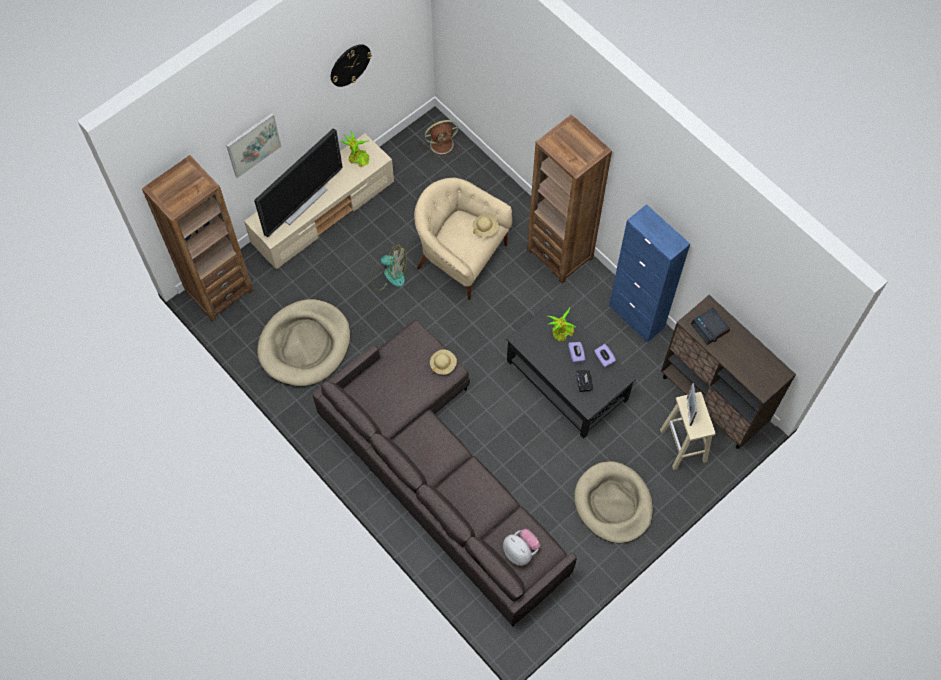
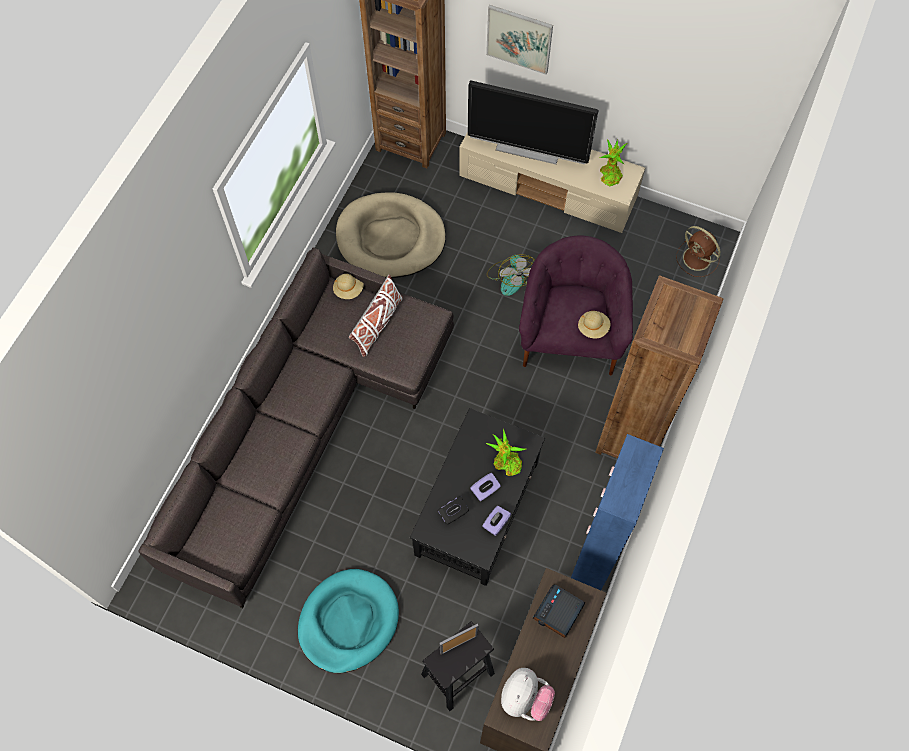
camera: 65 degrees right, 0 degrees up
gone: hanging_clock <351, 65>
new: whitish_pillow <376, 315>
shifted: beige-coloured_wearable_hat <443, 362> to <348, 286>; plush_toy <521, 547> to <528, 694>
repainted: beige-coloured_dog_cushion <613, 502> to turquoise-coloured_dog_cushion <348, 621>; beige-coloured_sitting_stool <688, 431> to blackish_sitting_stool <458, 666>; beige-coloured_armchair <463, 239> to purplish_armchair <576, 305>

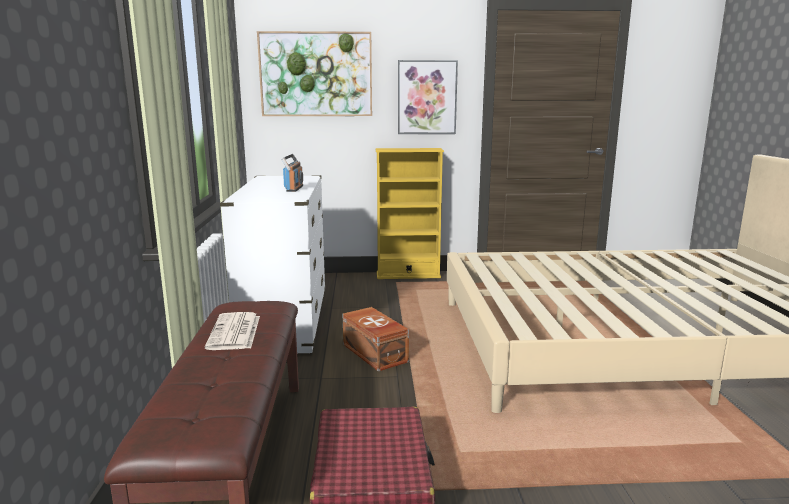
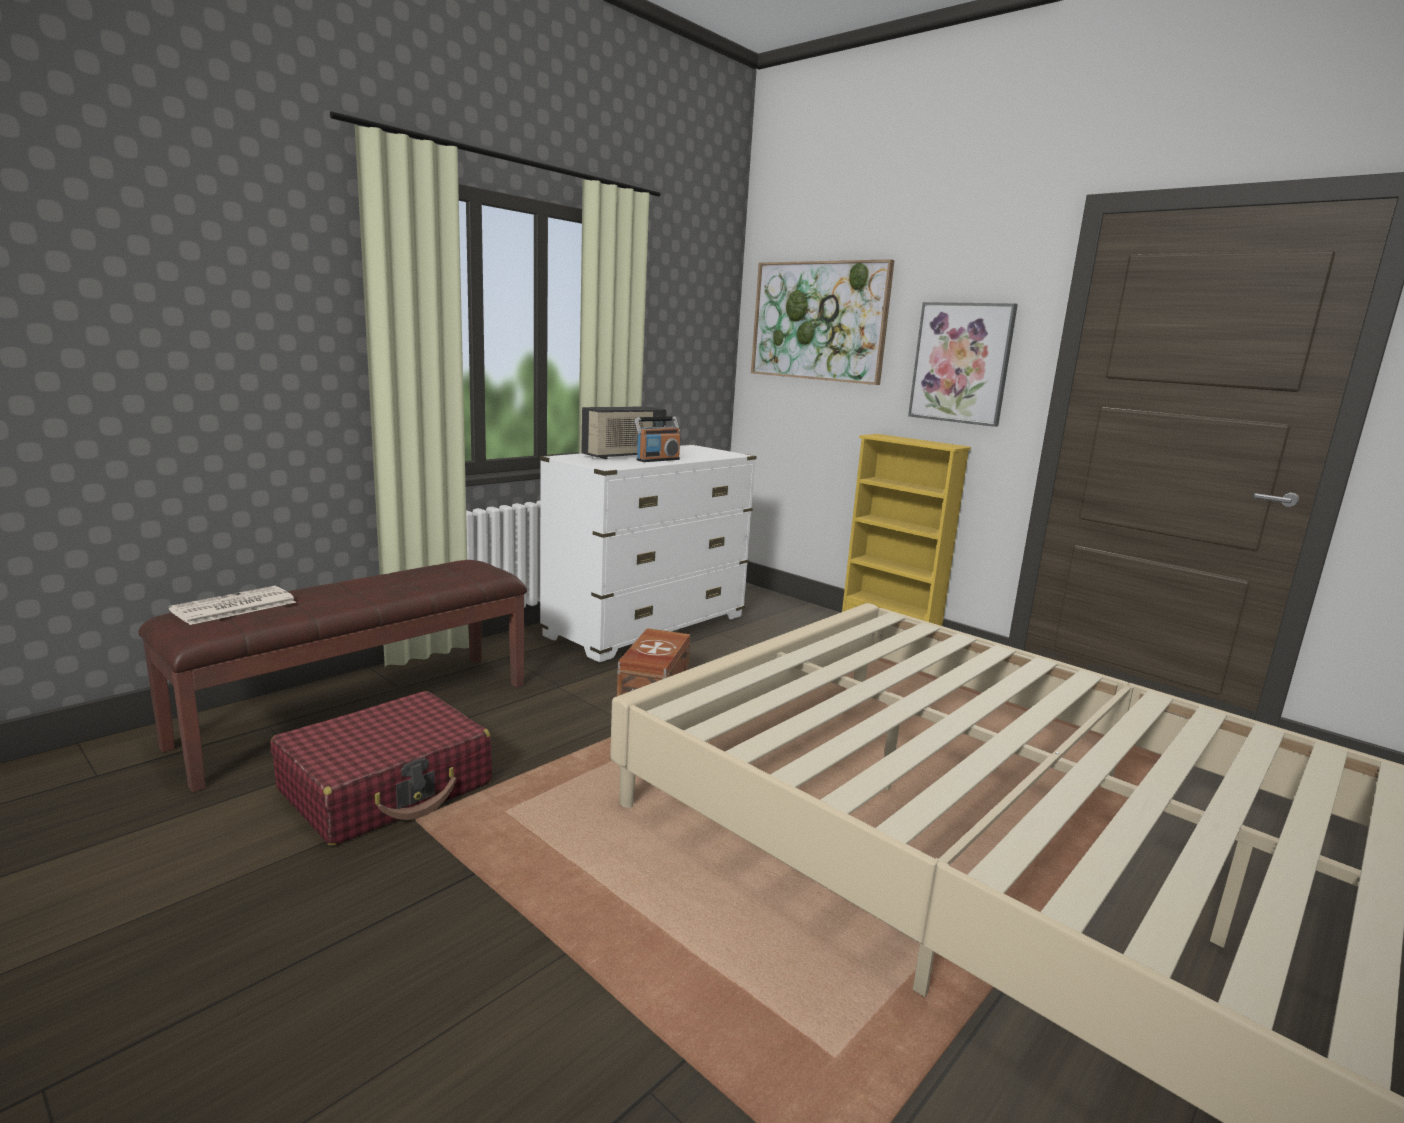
camera: 45 degrees right, 0 degrees up
new: radio <624, 432>
shifted: newspaper <232, 331> to <232, 605>

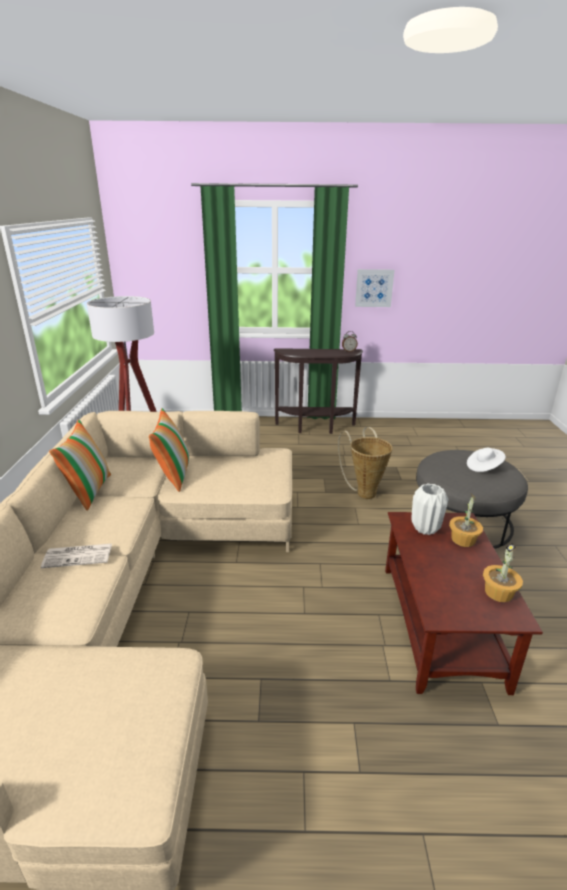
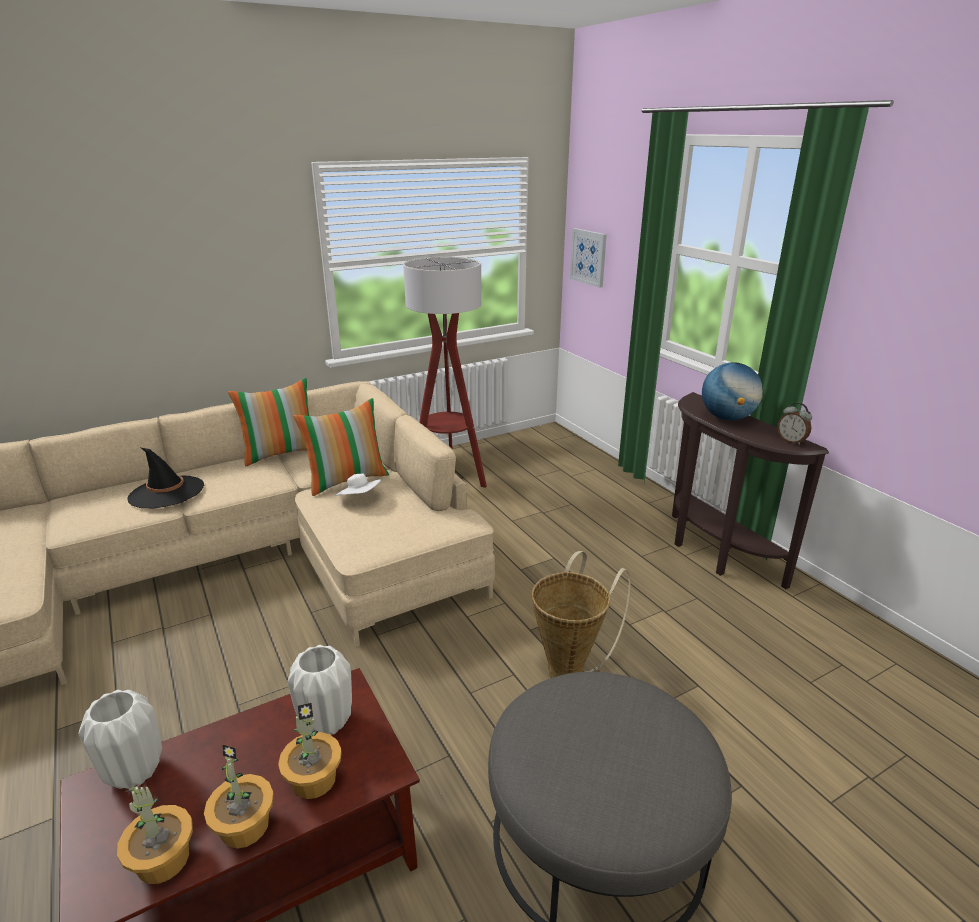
camera: 60 degrees right, 0 degrees up
new: whitish_vase <120, 739>; potted_plant <239, 796>; desk_globe <732, 391>
shifted: whitish_wearable_hat <486, 460> to <358, 485>; wall_art <374, 288> to <588, 258>
swapped: newspaper <76, 556> to blackish_wearable_hat <166, 477>

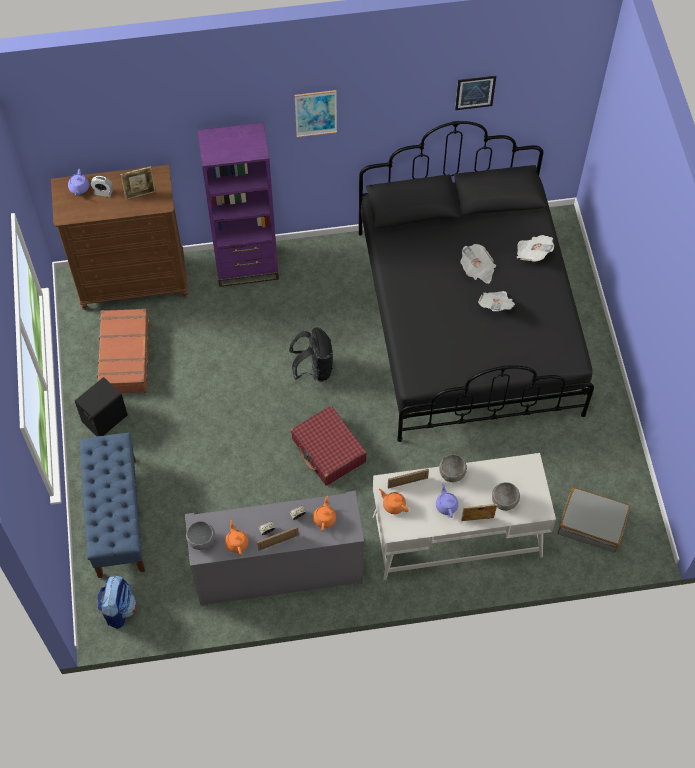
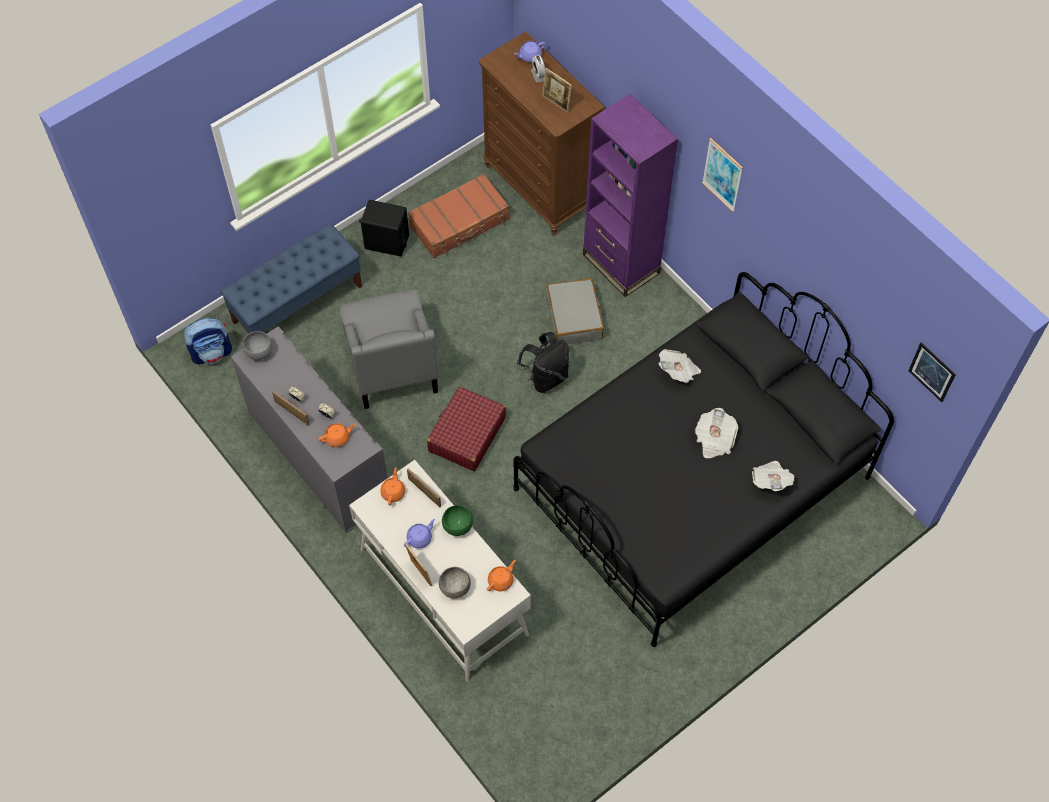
camera: 60 degrees right, 0 degrees up
new: grey_armchair <389, 349>
shifted: orangey_pot_for_tea <236, 538> to <501, 575>; grey_suitcase <594, 520> to <575, 311>; newspaper <496, 301> to <680, 366>; wall_art <475, 93> to <932, 372>
repainted: grey_serving_bowl <453, 468> to green-coloured_serving_bowl <457, 520>

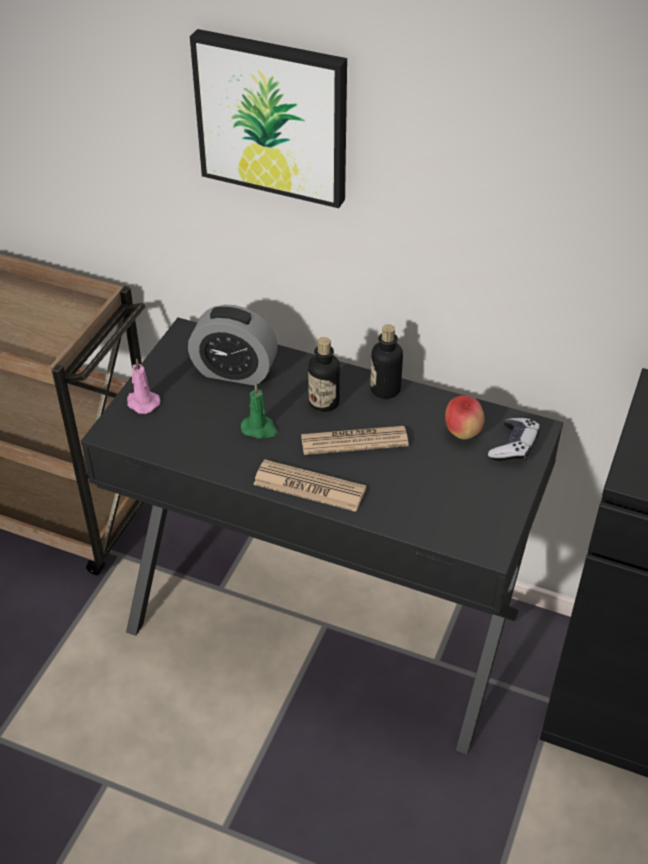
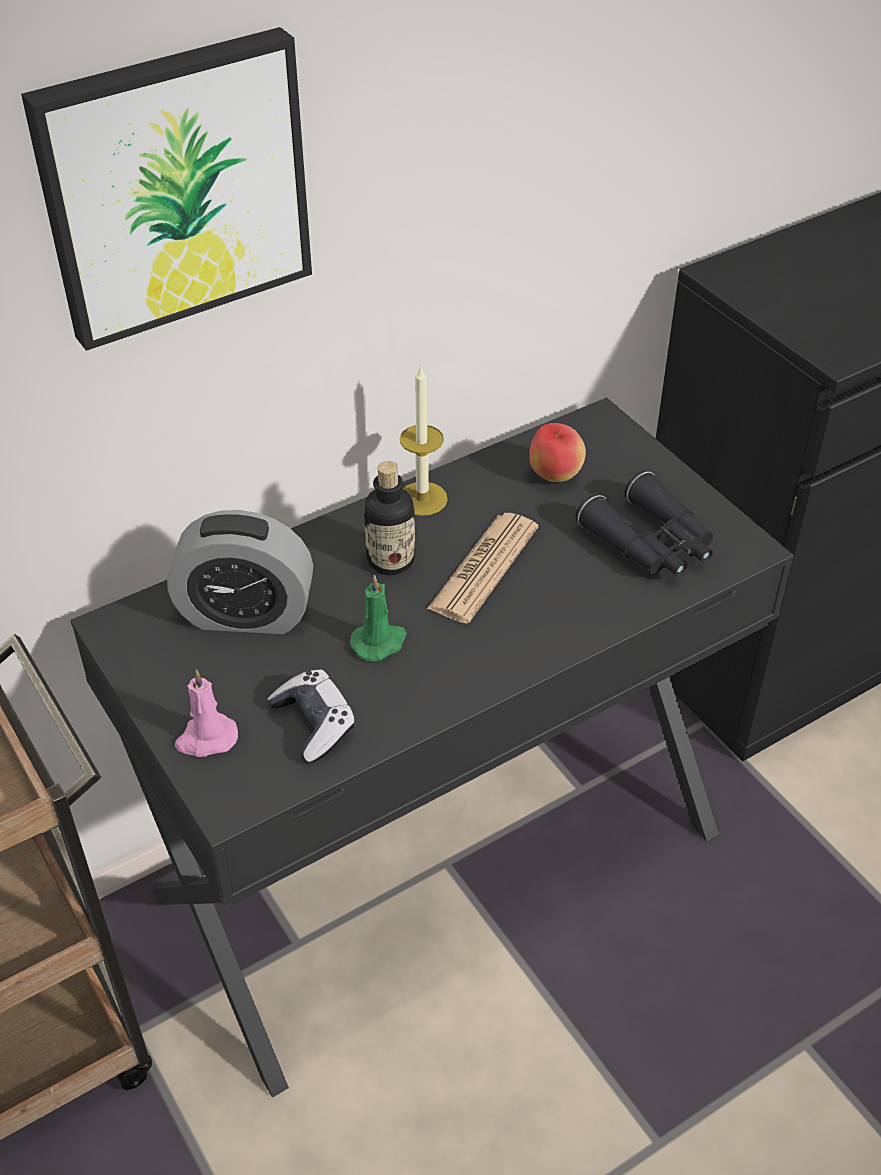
camera: 55 degrees left, 0 degrees up
gone: newspaper <309, 486>
new: blackish_pair_of_binoculars <644, 523>
shifted: gamepad <514, 439> to <312, 716>
swapped: beverage_bottle <386, 361> to wax_light <424, 441>
rotated: bedside_clock <233, 345> = <240, 572> 45 degrees clockwise

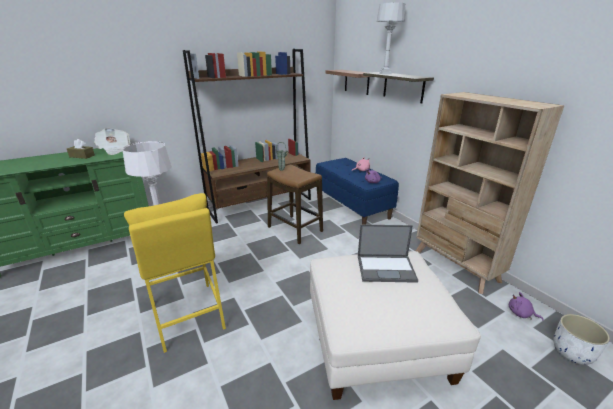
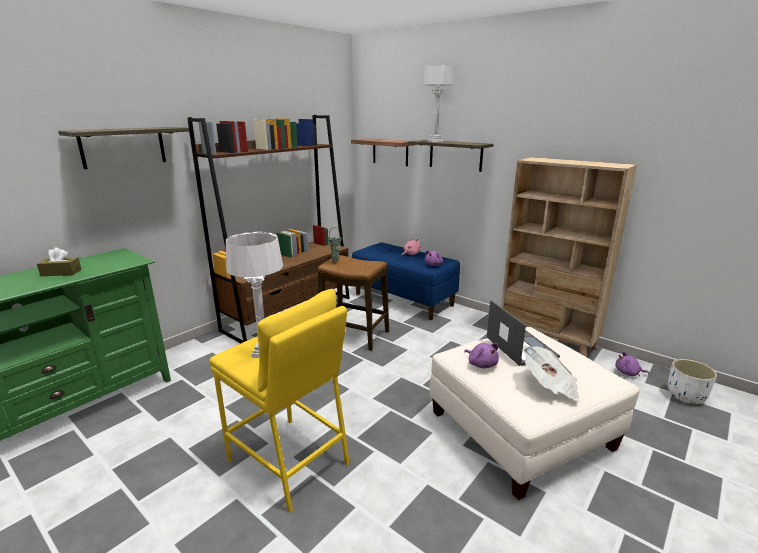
camera: 20 degrees left, 5 degrees down
new: wall_shelf <123, 148>; purplish_plush_toy <481, 355>
shifted: newspaper <112, 141> to <551, 374>
rotated: portable_computer <388, 254> = <523, 333> 90 degrees counterclockwise

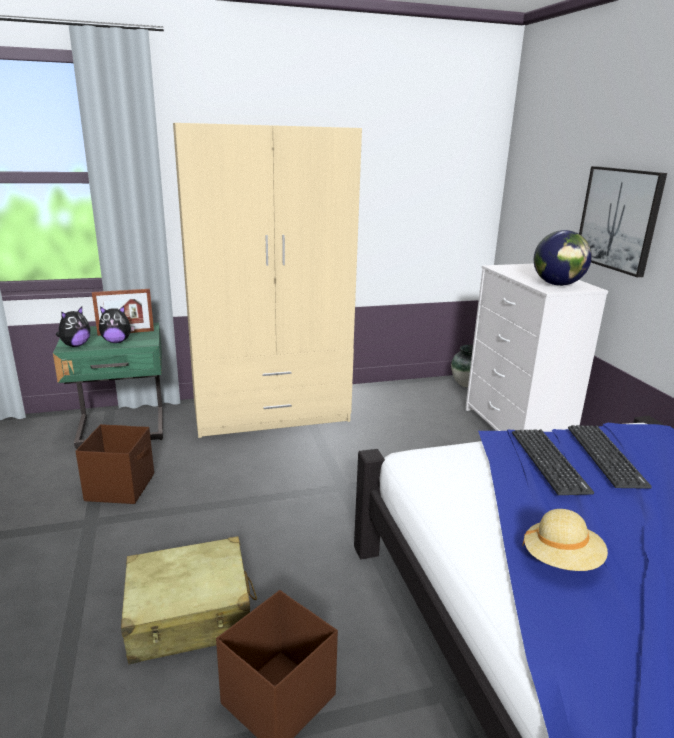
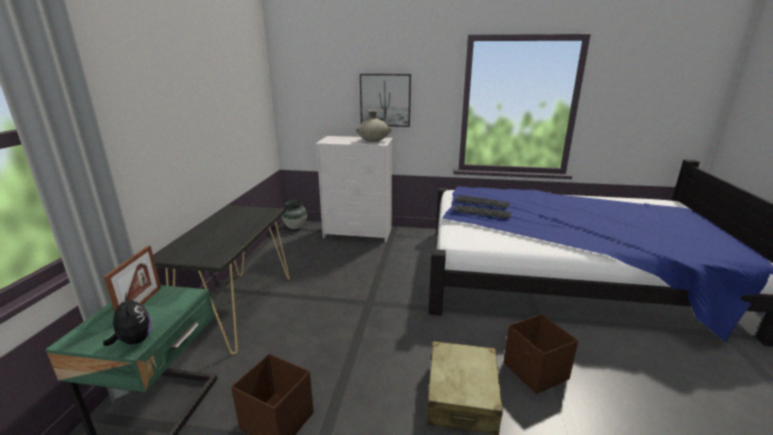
camera: 65 degrees left, 0 degrees up
gone: plush_toy <117, 324>; beige-coloured_wearable_hat <565, 540>
swapped: beige-coloured_clothes_cupboard <267, 280> to blackish_console_table <221, 280>; desk_globe <563, 258> to beige-coloured_vase <374, 126>

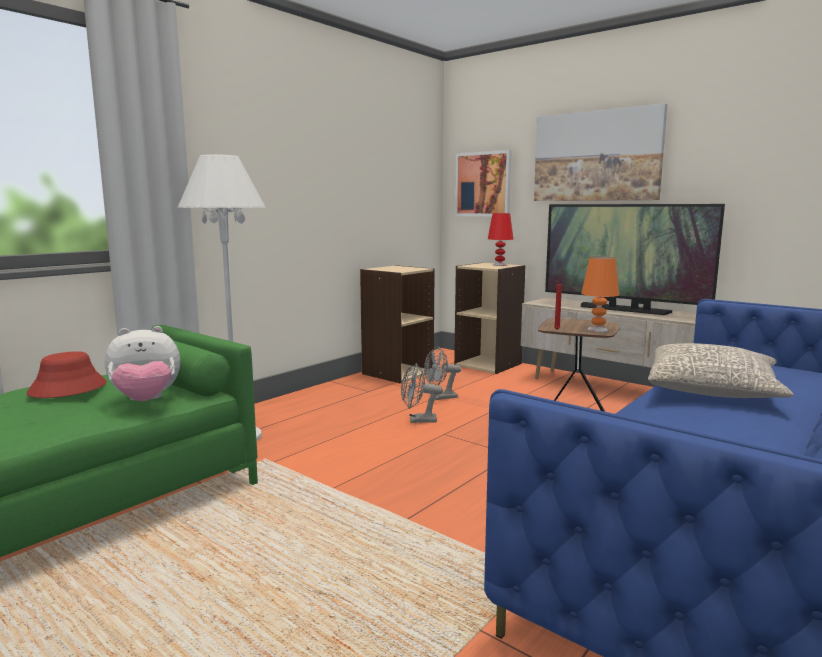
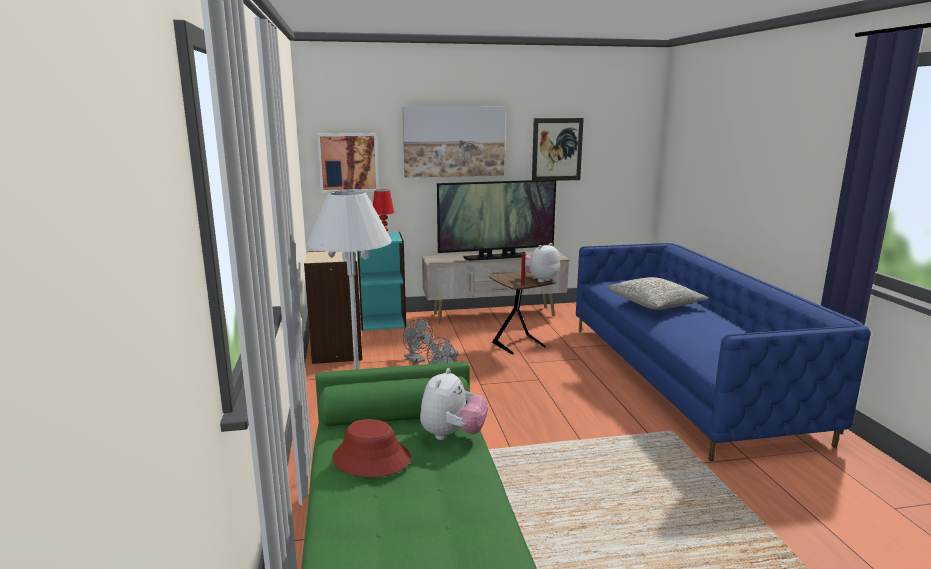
camera: 50 degrees left, 5 degrees up
new: wall_art <558, 149>
swapped: orangey_tabletop_lamp <600, 294> to plush_toy <540, 262>
repainted: beige-coloured_bookcase <490, 318> to turquoise-coloured_bookcase <381, 281>
rotated: grey_cooling_fan <442, 373> = <418, 341> 60 degrees counterclockwise

